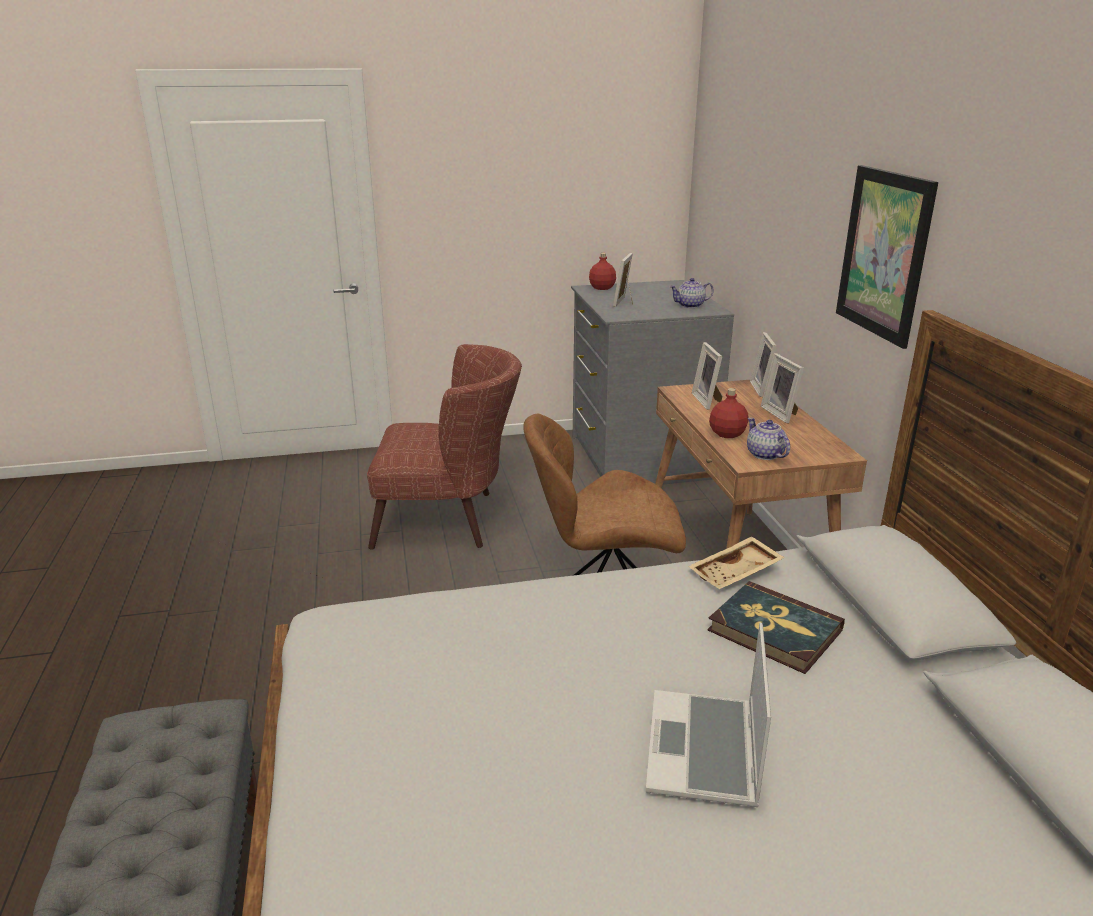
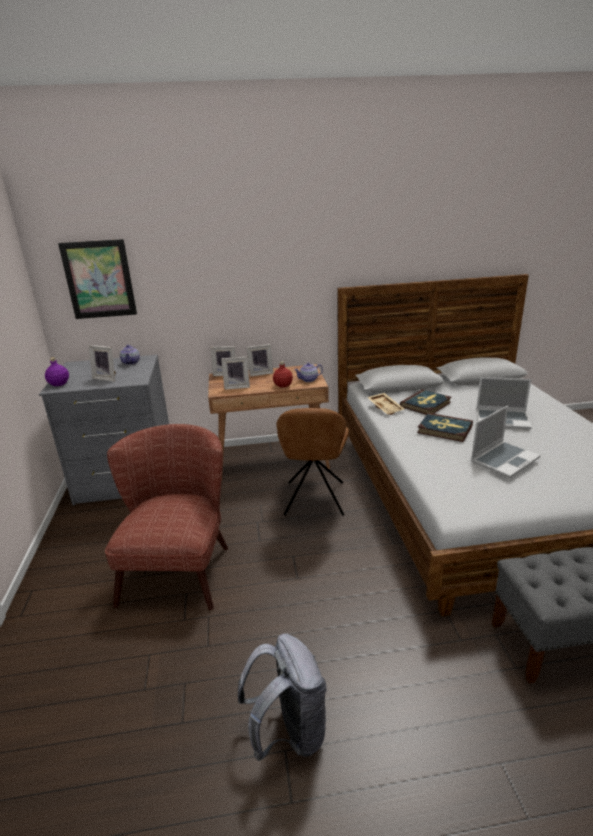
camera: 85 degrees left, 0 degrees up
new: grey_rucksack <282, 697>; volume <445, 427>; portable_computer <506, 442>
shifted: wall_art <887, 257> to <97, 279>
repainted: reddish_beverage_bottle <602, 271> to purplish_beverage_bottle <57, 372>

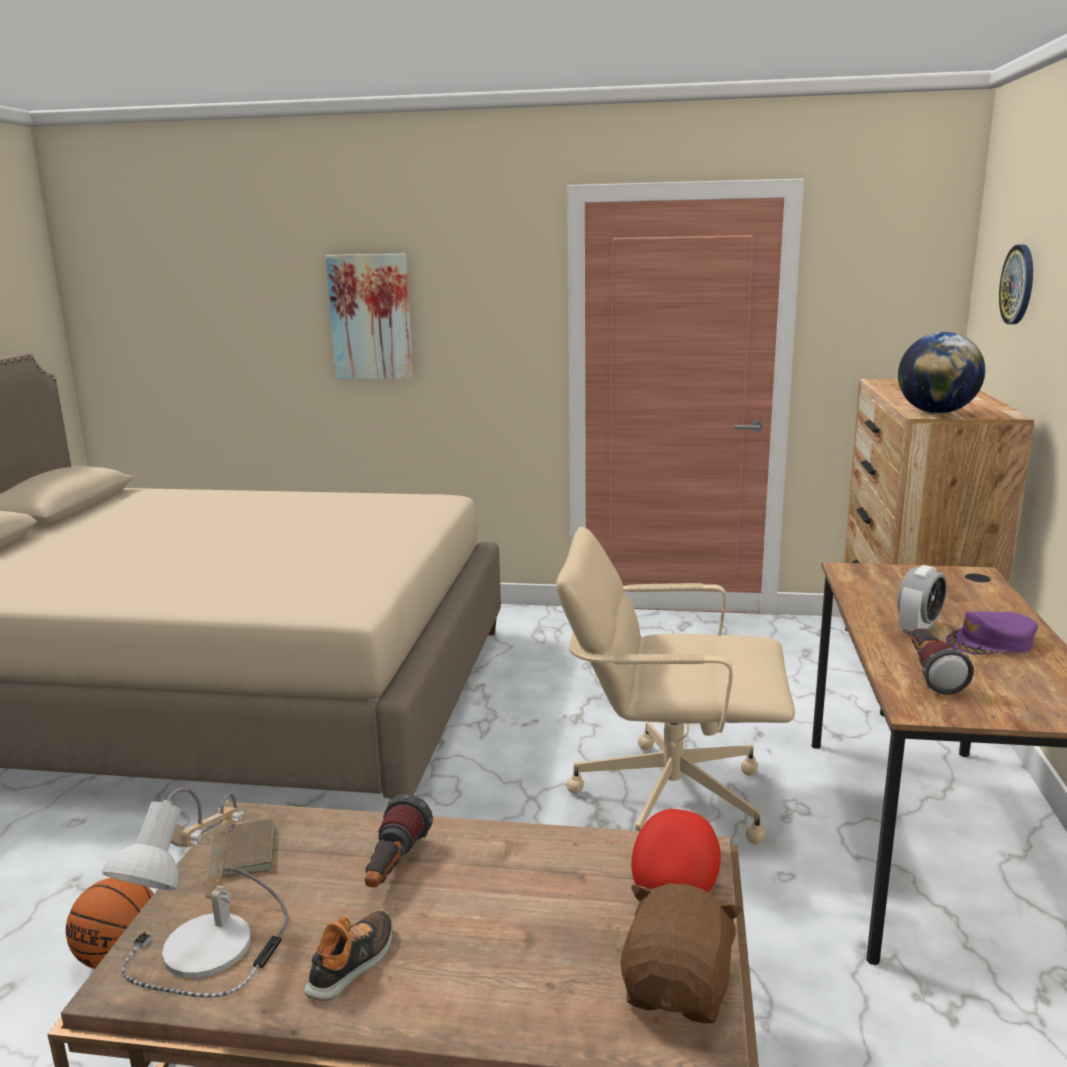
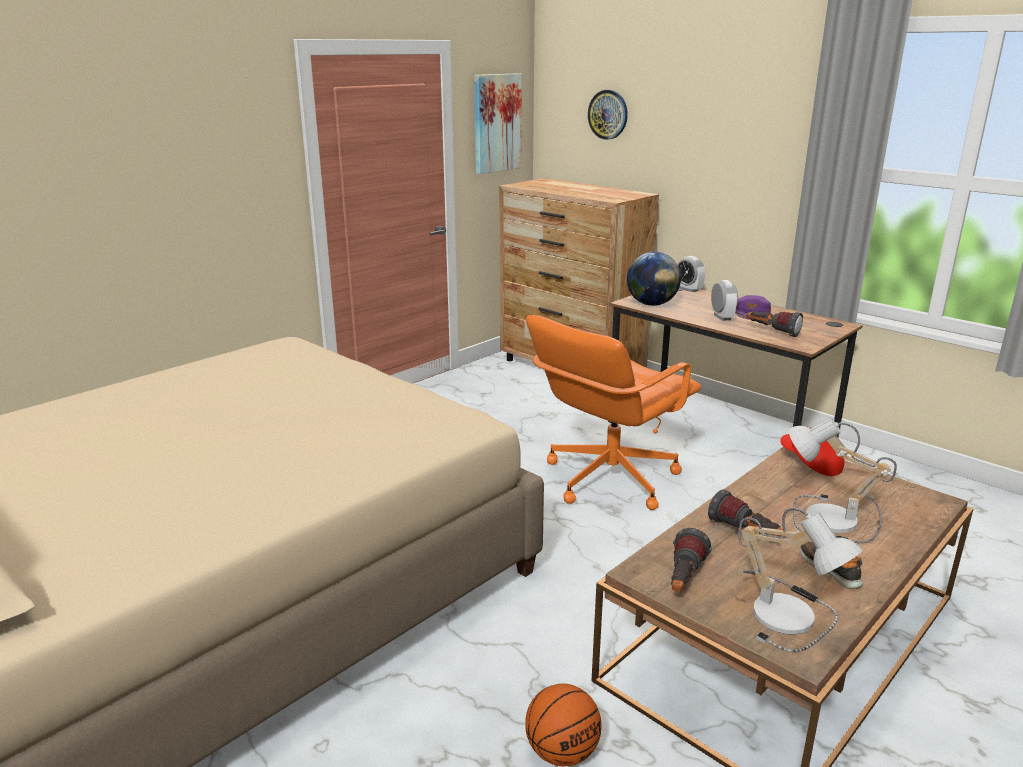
camera: 55 degrees left, 5 degrees up
gone: brownish_plush_toy <682, 953>
new: bedside_clock <691, 274>; tabletop_lamp <842, 480>
shifted: wall_art <369, 316> to <498, 123>; desk_globe <941, 373> to <654, 279>
swapped: brownish_volume <238, 848> to hand_torch <691, 560>
repainted: beige-coloured_desk_chair <675, 685> to orangey_desk_chair <613, 412>

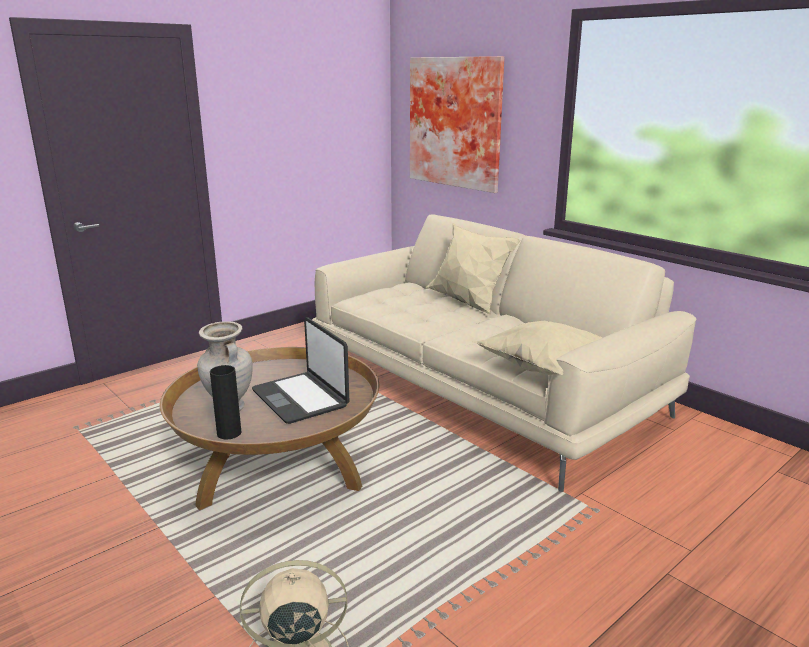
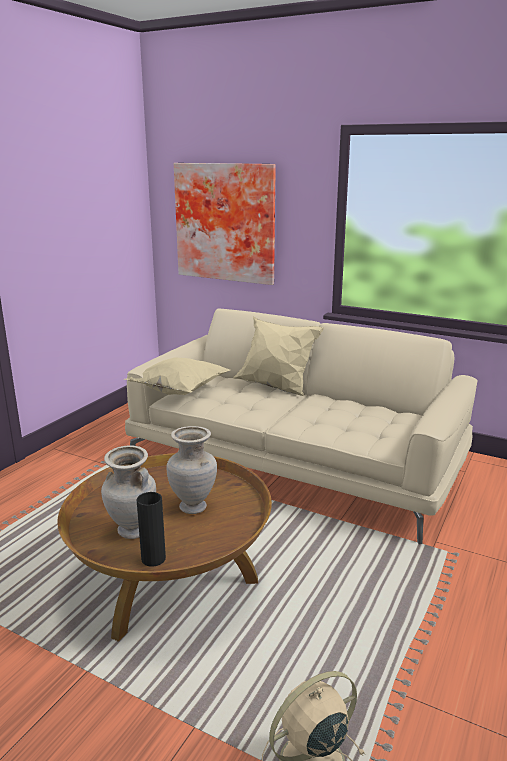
camera: 20 degrees left, 0 degrees up
shifted: beige-coloured_pillow <537, 348> to <177, 376>
swapped: portable_computer <300, 370> to beige-coloured_vase <191, 470>

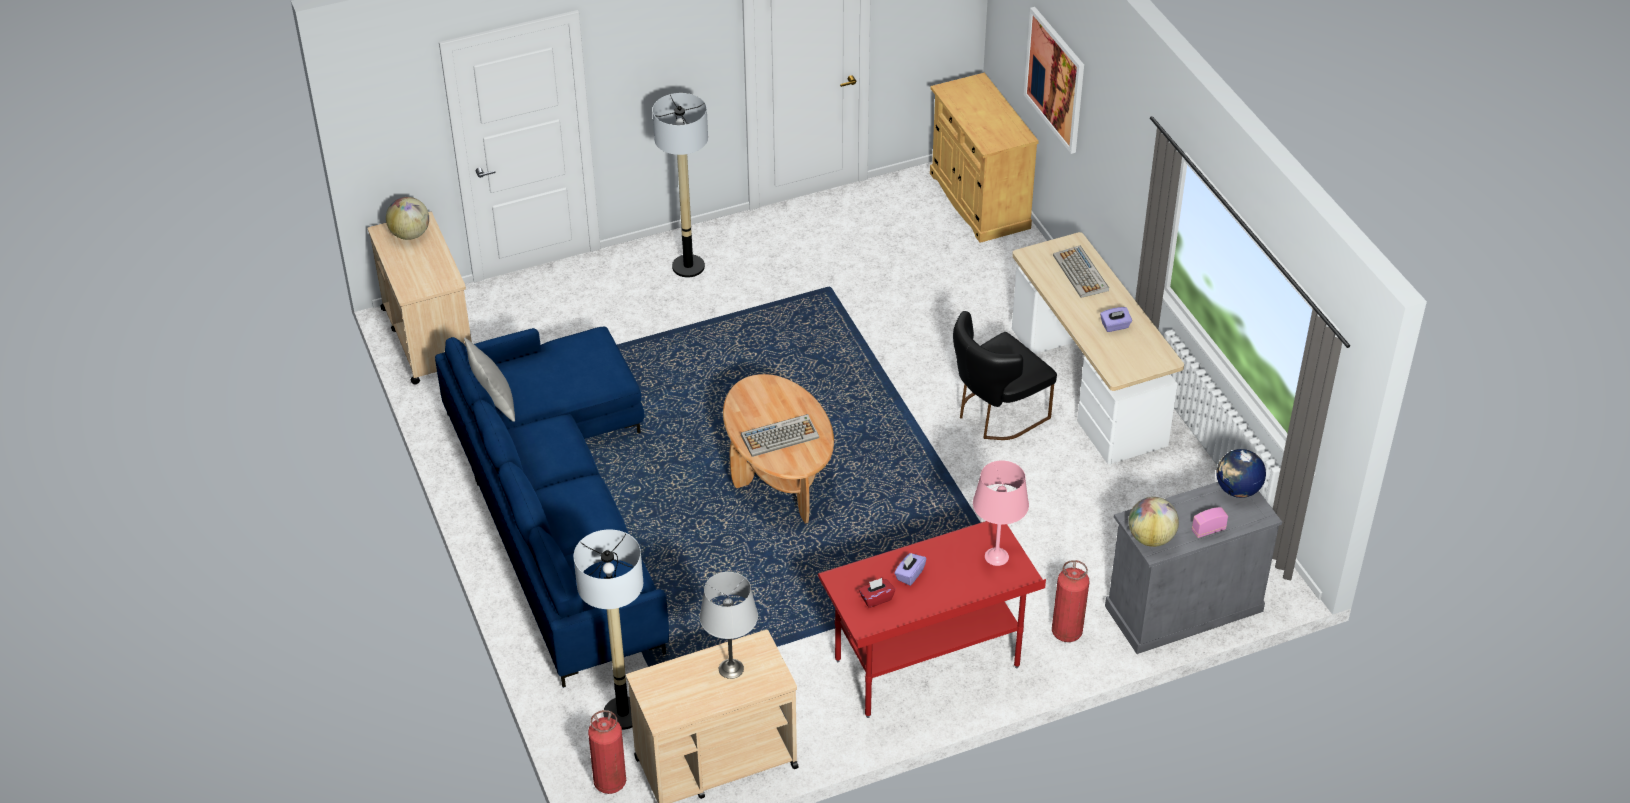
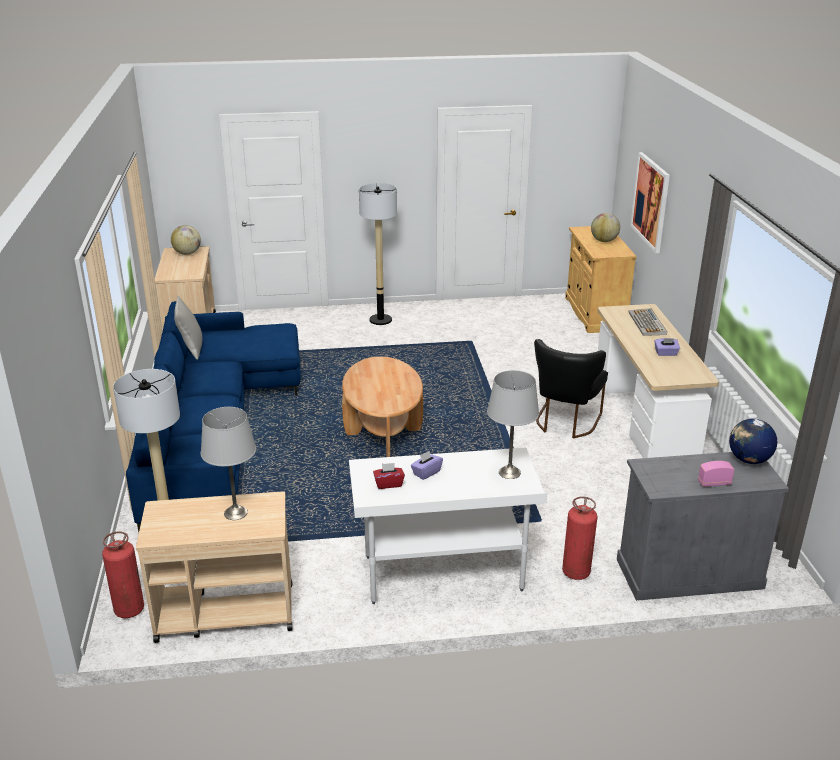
camera: 15 degrees right, 15 degrees down
gone: computer_keyboard <780, 435>
shifted: desk_globe <1153, 522> to <605, 227>
repainted: reddish_desk <932, 619> to whitish_desk <448, 525>; pink-coloured_tabletop_lamp <1001, 513> to grey_tabletop_lamp <513, 424>
rotated: blackish_upright_chair <1005, 375> = <571, 389> 45 degrees counterclockwise

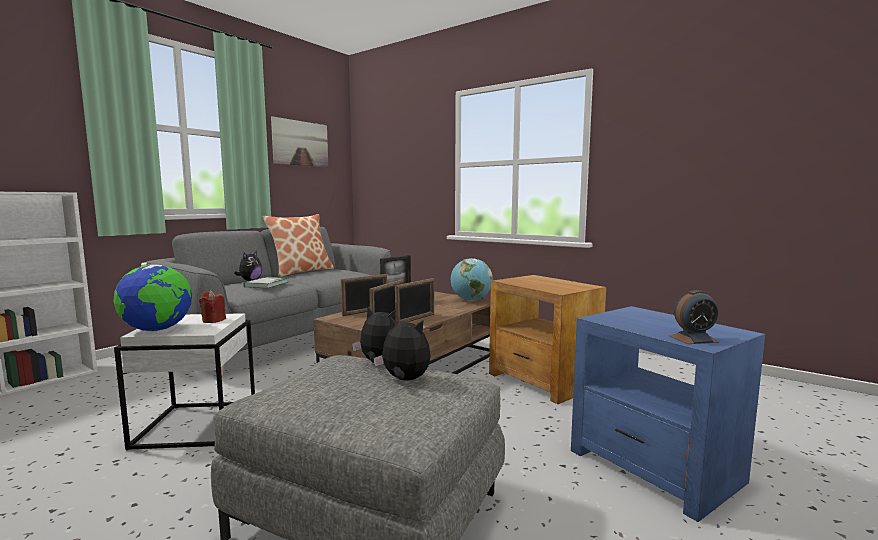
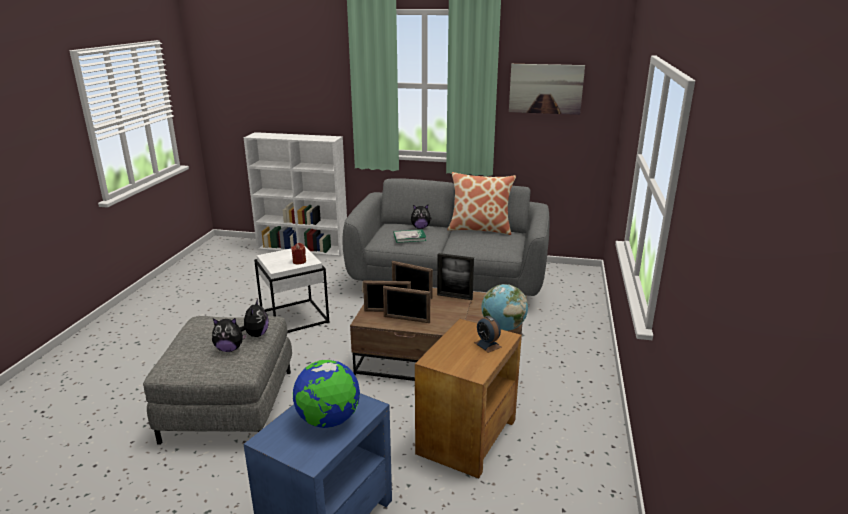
camera: 65 degrees right, 15 degrees up
shifted: desk_globe <153, 298> to <326, 394>; bedside_clock <694, 317> to <488, 334>
rotated: plush_toy <402, 348> = <229, 335> 90 degrees clockwise

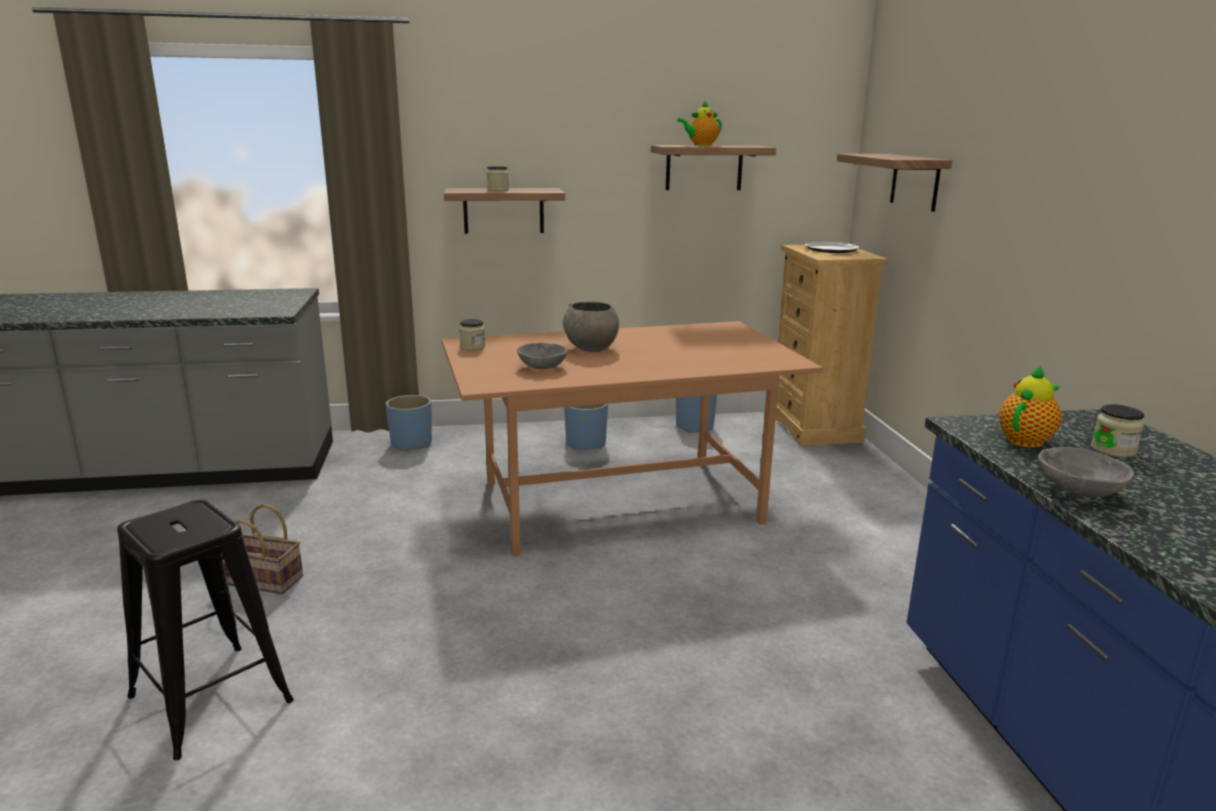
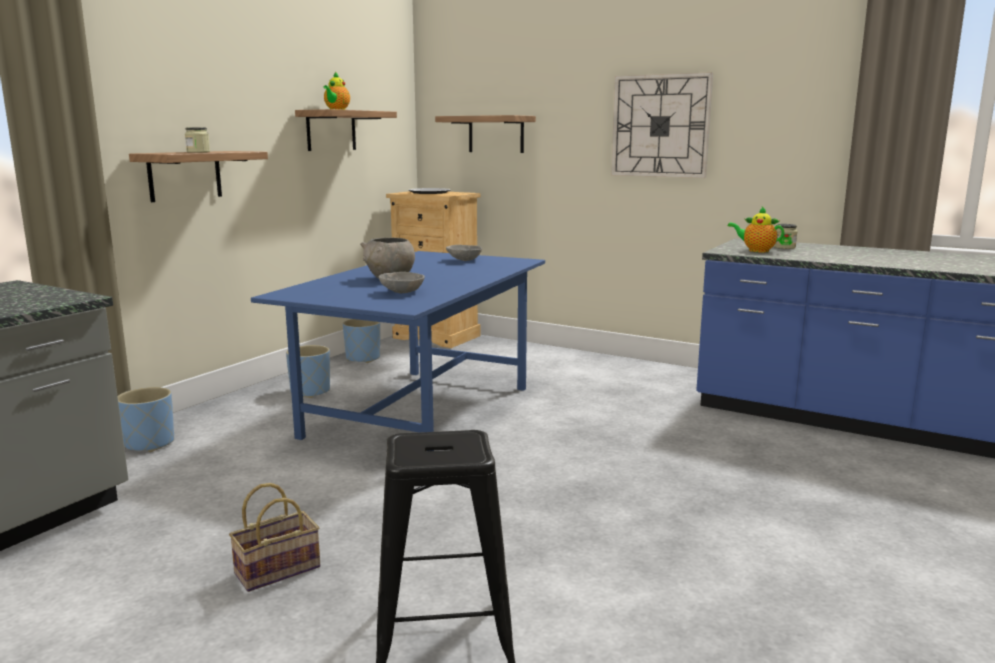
camera: 50 degrees left, 5 degrees down
gone: storage_jar <472, 335>
new: hanging_clock <662, 125>
shifted: grey_serving_bowl <1086, 472> to <464, 253>
repainted: brownish_dining_table <632, 439> to blue_dining_table <398, 351>
rotated: pot_for_tea <1030, 406> = <756, 229> 60 degrees counterclockwise

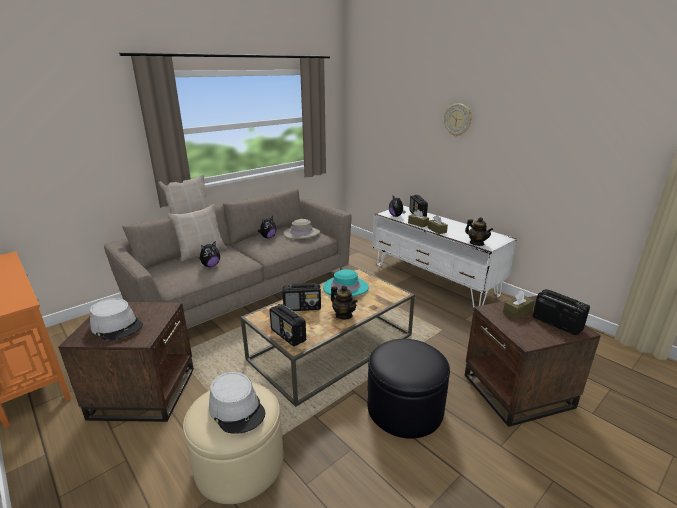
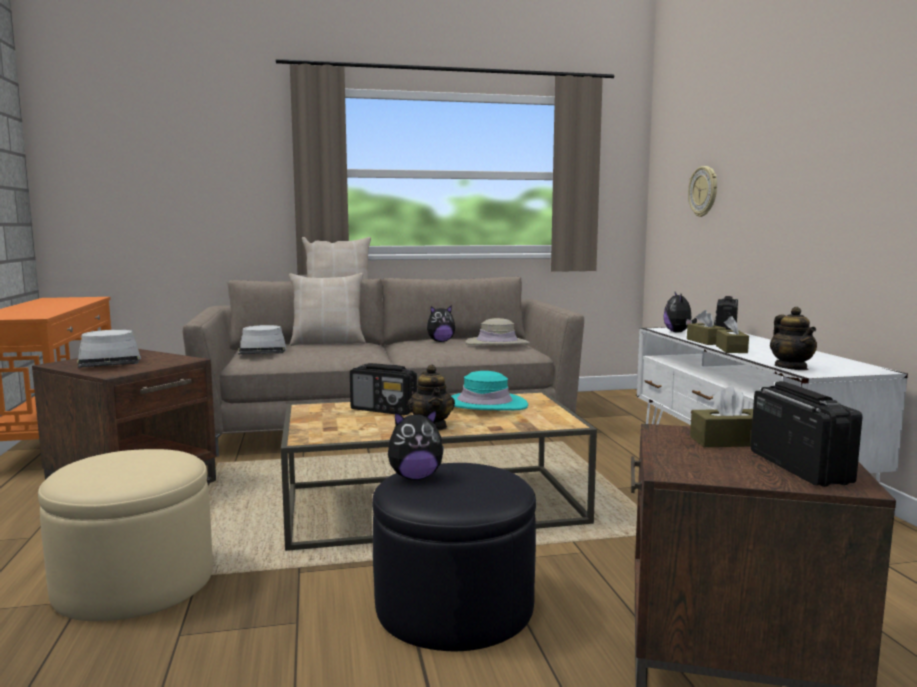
camera: 30 degrees right, 15 degrees down
gone: radio <287, 325>
shifted: grey_wearable_hat <237, 403> to <262, 340>; plush_toy <209, 254> to <416, 444>; hanging_clock <458, 119> to <702, 191>

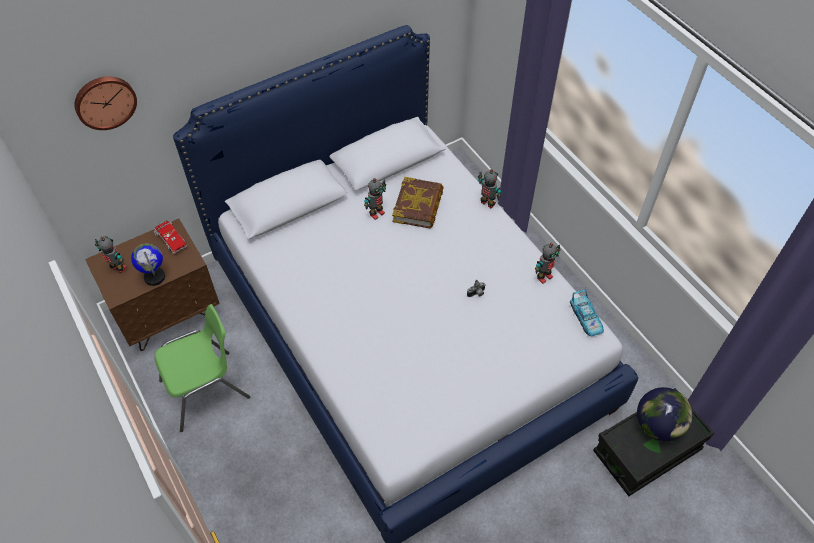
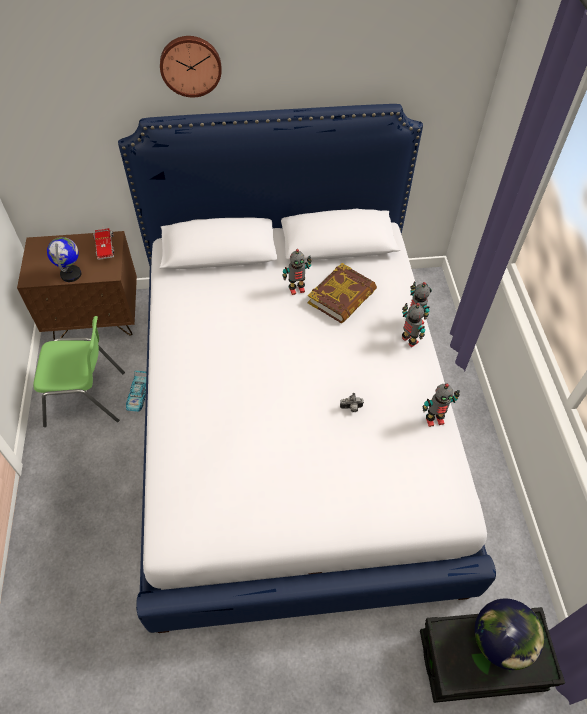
camera: 25 degrees right, 0 degrees up
shifted: toy_car <587, 313> to <136, 391>; hanging_clock <105, 103> to <191, 66>; robot_figure <111, 254> to <414, 325>

